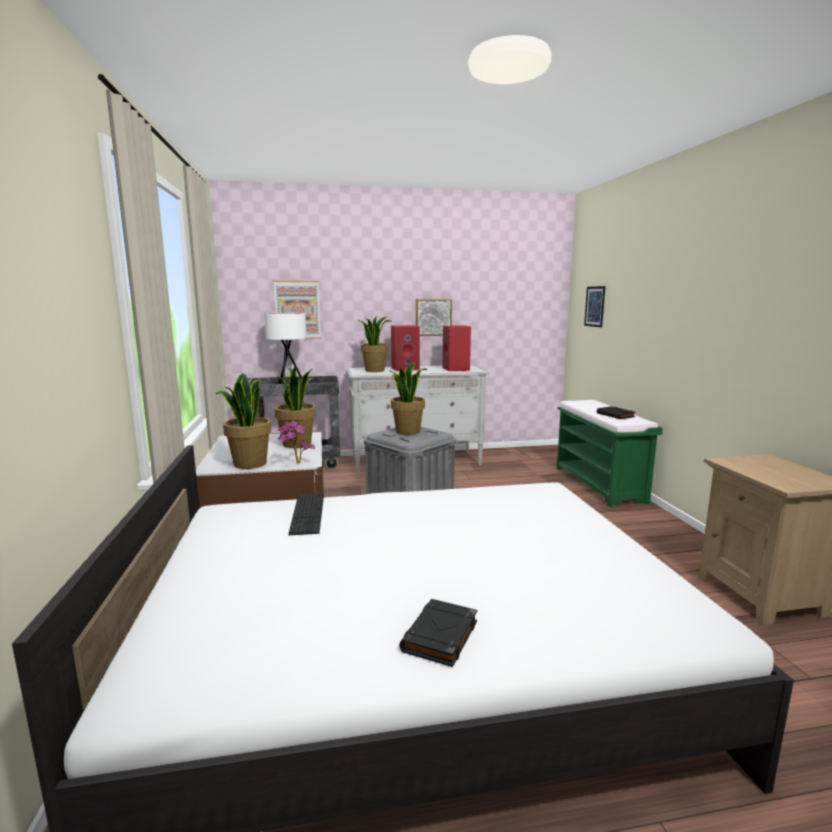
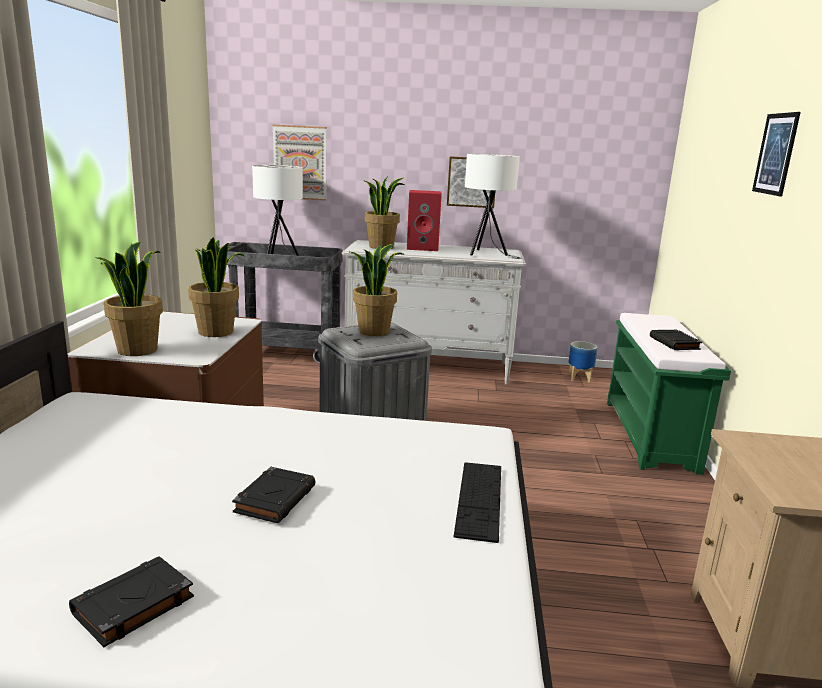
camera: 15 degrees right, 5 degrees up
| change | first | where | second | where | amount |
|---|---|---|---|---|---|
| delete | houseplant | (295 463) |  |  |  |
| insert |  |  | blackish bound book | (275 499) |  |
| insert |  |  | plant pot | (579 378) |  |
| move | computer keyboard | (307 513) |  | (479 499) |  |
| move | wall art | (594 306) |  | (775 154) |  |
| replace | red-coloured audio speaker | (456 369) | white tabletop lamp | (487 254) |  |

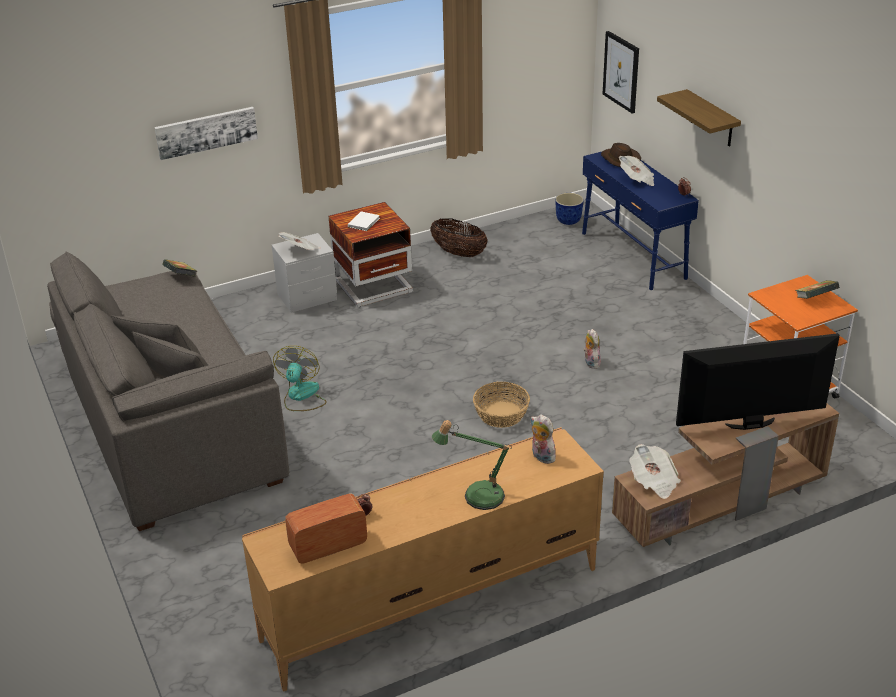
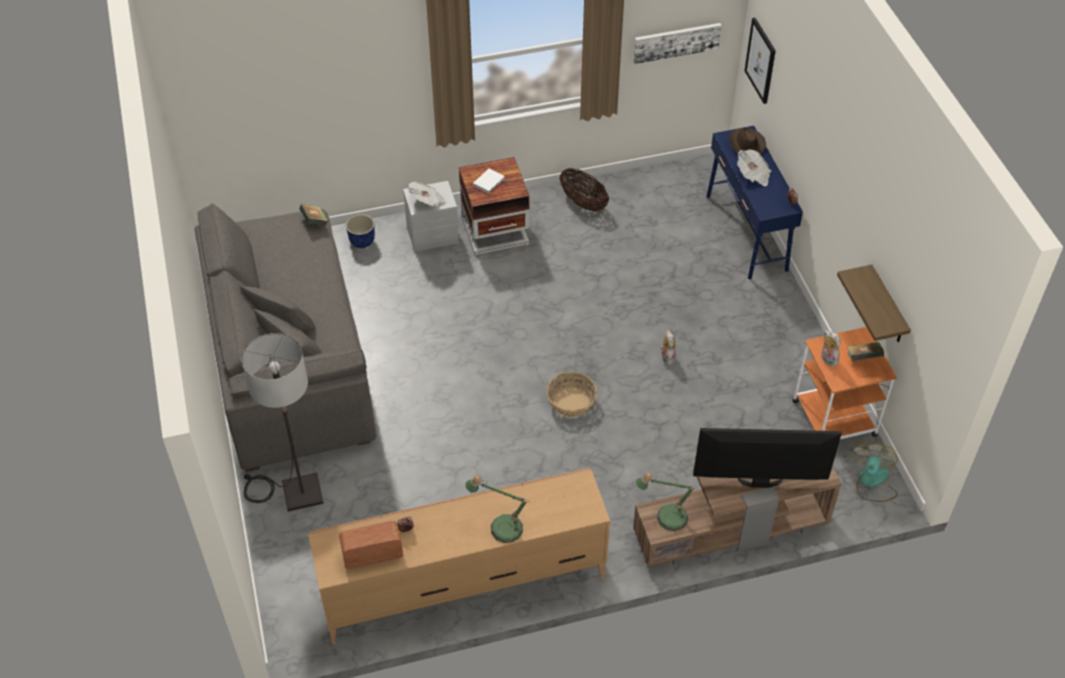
camera: 10 degrees right, 15 degrees up
| change | first | where | second | where | amount |
|---|---|---|---|---|---|
| insert |  |  | standing lamp | (290 492) |  |
| move | wall art | (206 132) |  | (676 42) |  |
| move | electric fan | (301 396) |  | (872 482) |  |
| move | cuddly toy | (541 457) |  | (827 359) |  |
| move | plant pot | (569 221) |  | (362 242) |  |
| move | shelf | (712 119) |  | (888 307) |  |
| replace | printed paper | (654 482) | tabletop lamp | (666 516) |  |

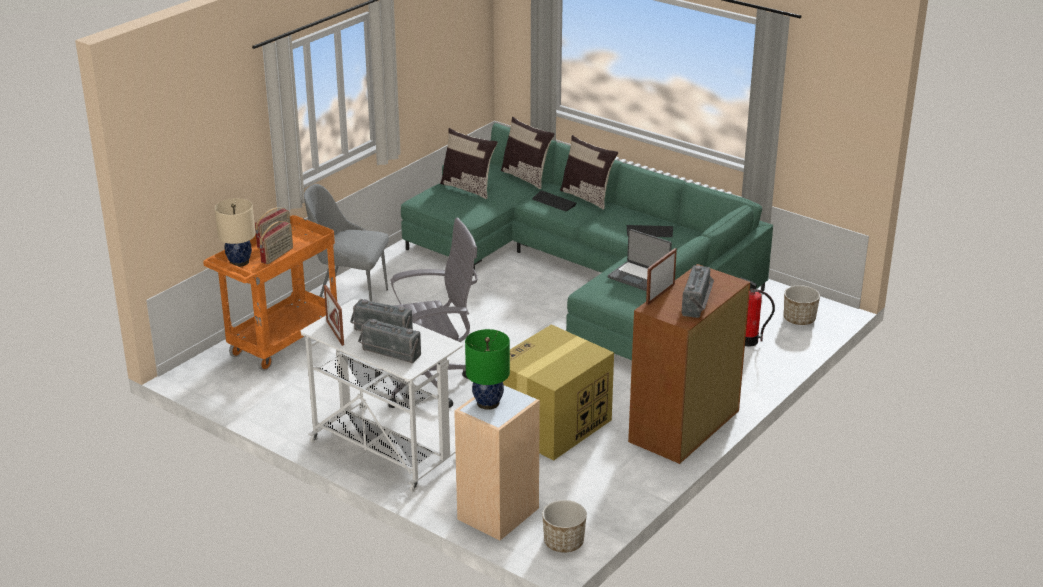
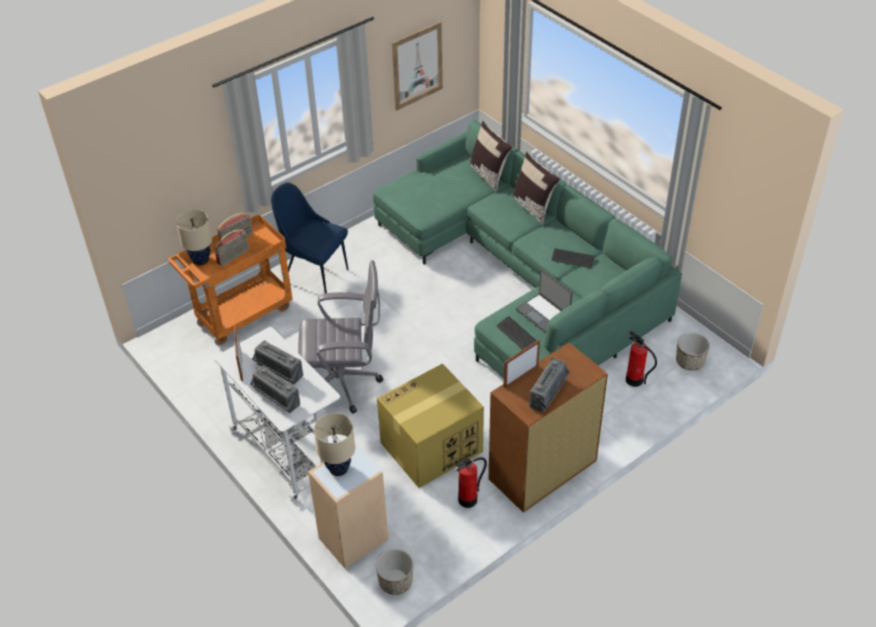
camera: 15 degrees right, 15 degrees up
| change | first | where | second | where | amount |
|---|---|---|---|---|---|
| delete | cushion | (468 188) |  |  |  |
| insert |  |  | wall art | (417 66) |  |
| insert |  |  | fire-fighting cylinder | (468 500) |  |
| move | computer keyboard | (554 202) |  | (516 334) |  |
| recolor | grey plain chair | (351 299) | bluish plain chair | (315 276) |  |
| recolor | green-coloured tabletop lamp | (488 403) | beige-coloured tabletop lamp | (338 468) |  |

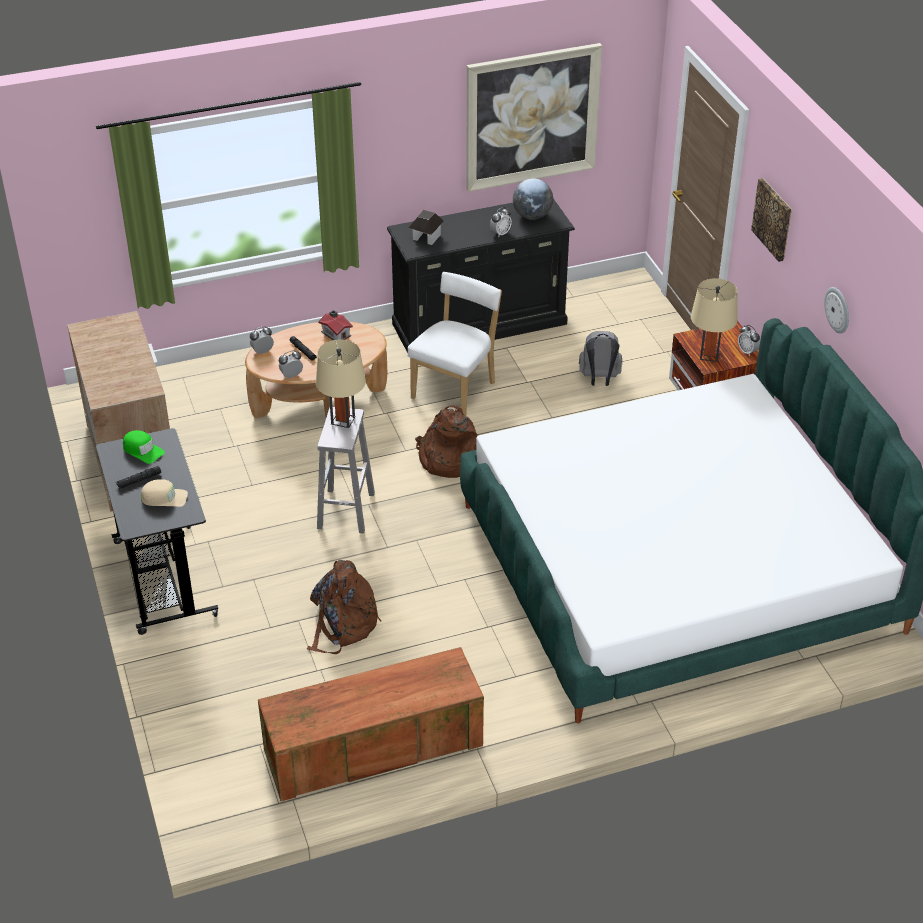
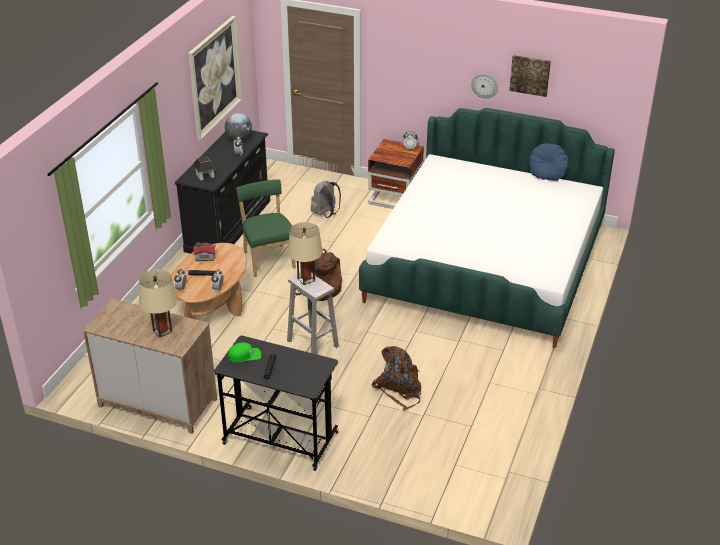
camera: 50 degrees left, 5 degrees down
| change | first | where | second | where | amount |
|---|---|---|---|---|---|
| delete | beige-coloured baseball cap | (164 498) |  |  |  |
| delete | brownish indoor bench | (372 749) |  |  |  |
| insert |  |  | bluish cushion | (546 177) |  |
| move | beige-coloured tabletop lamp | (709 355) |  | (162 331) |  |
| move | wall art | (773 219) |  | (530 75) |  |
| recolor | white plain chair | (456 389) | green-coloured plain chair | (268 259) |  |

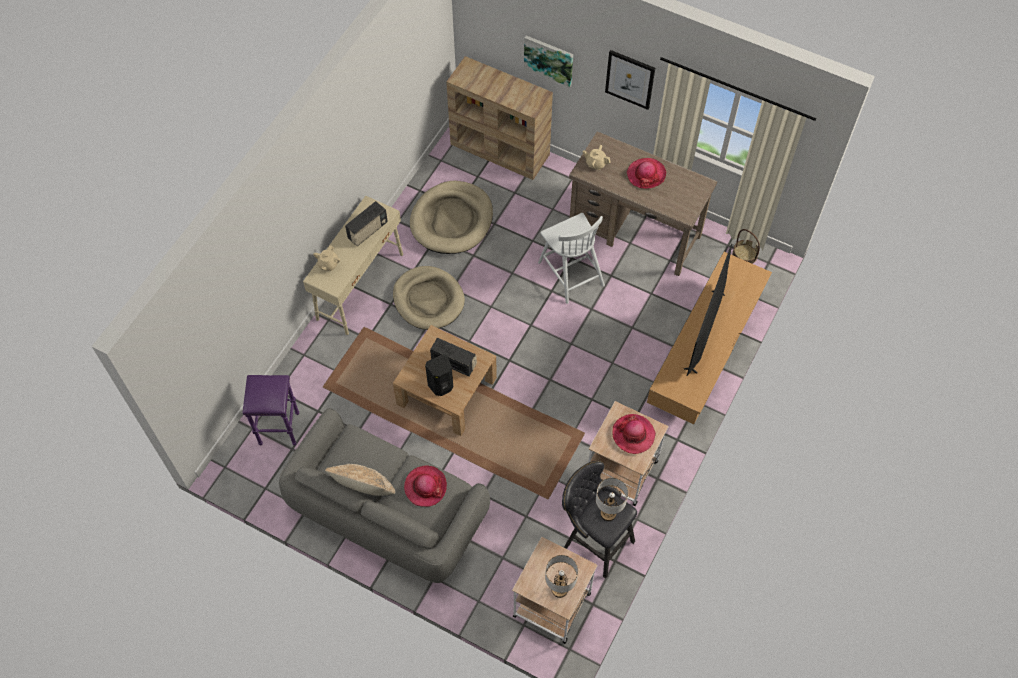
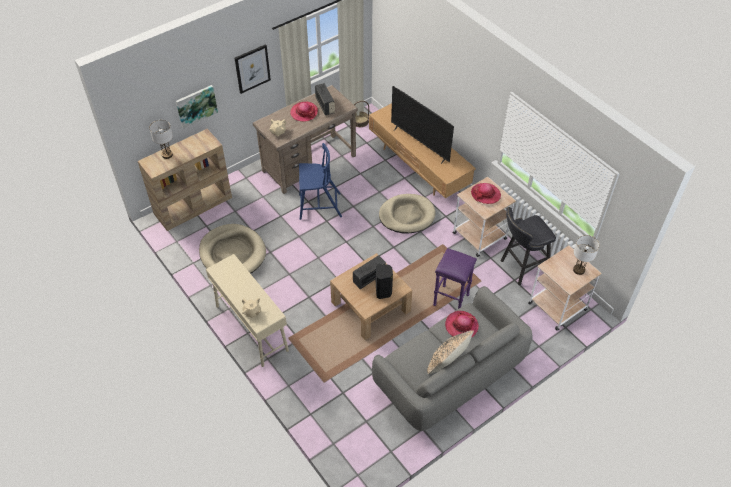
camera: 65 degrees left, 10 degrees down
| change | first | where | second | where | amount |
|---|---|---|---|---|---|
| move | purplish stool | (280 429) |  | (452 299) |  |
| move | radio receiver | (368 231) |  | (325 106) |  |
| move | beige-coloured dog cushion | (428 300) |  | (407 215) |  |
| move | tabletop lamp | (608 514) |  | (167 155) |  |
| recolor | white plain chair | (570 272) | bluish plain chair | (319 206) |  |

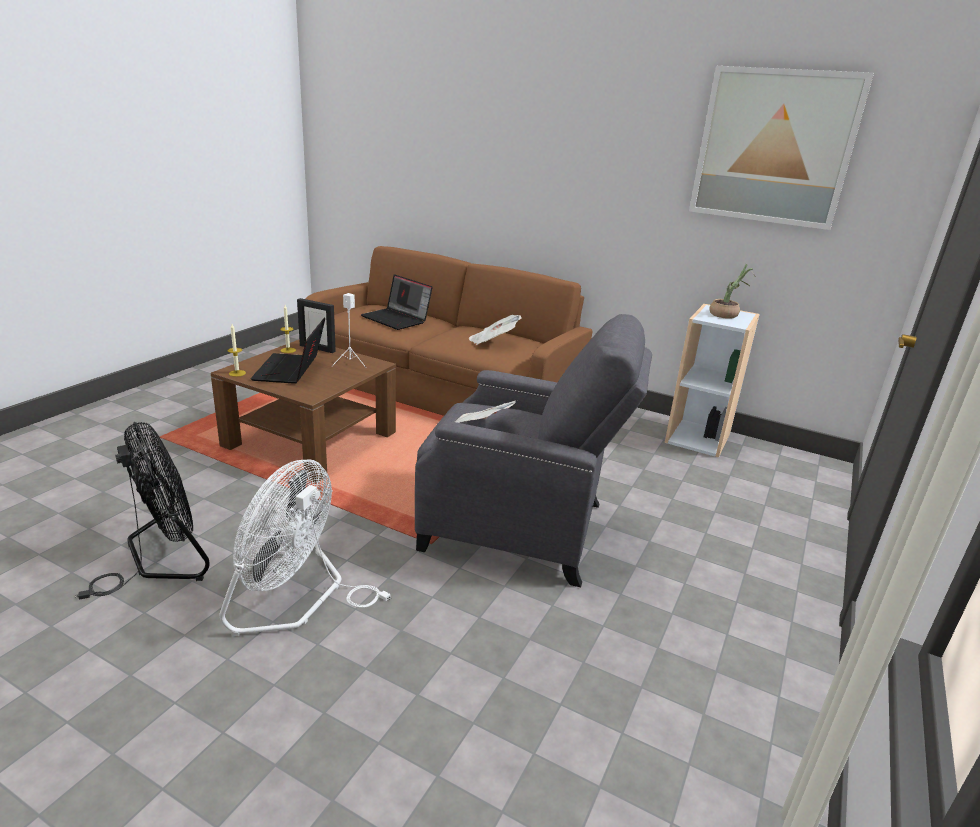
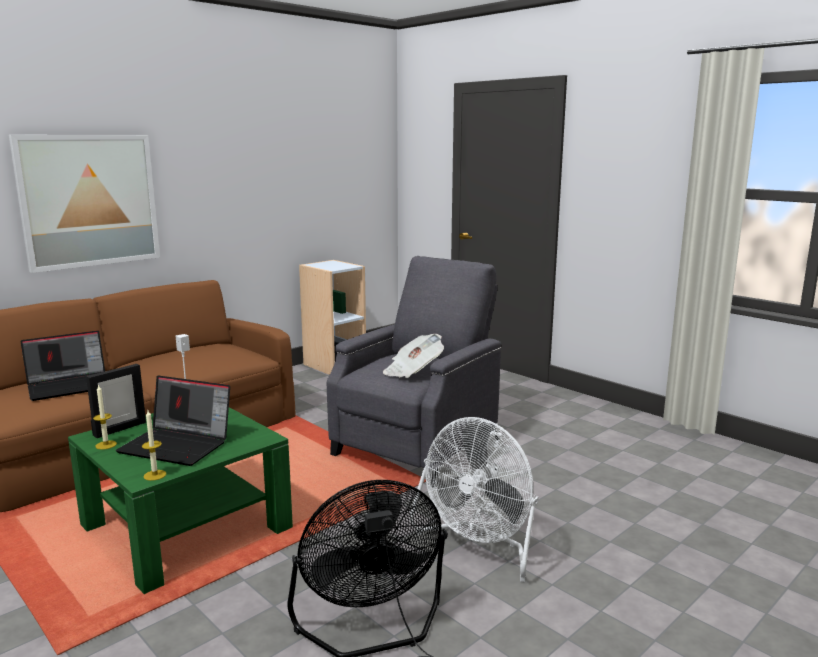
camera: 70 degrees left, 10 degrees down
| change | first | where | second | where | amount |
|---|---|---|---|---|---|
| delete | printed paper | (493 342) |  |  |  |
| delete | houseplant | (727 315) |  |  |  |
| move | wall art | (774 147) |  | (89 201) |  |
| recolor | brownish low table | (311 440) | green-coloured low table | (186 527) |  |

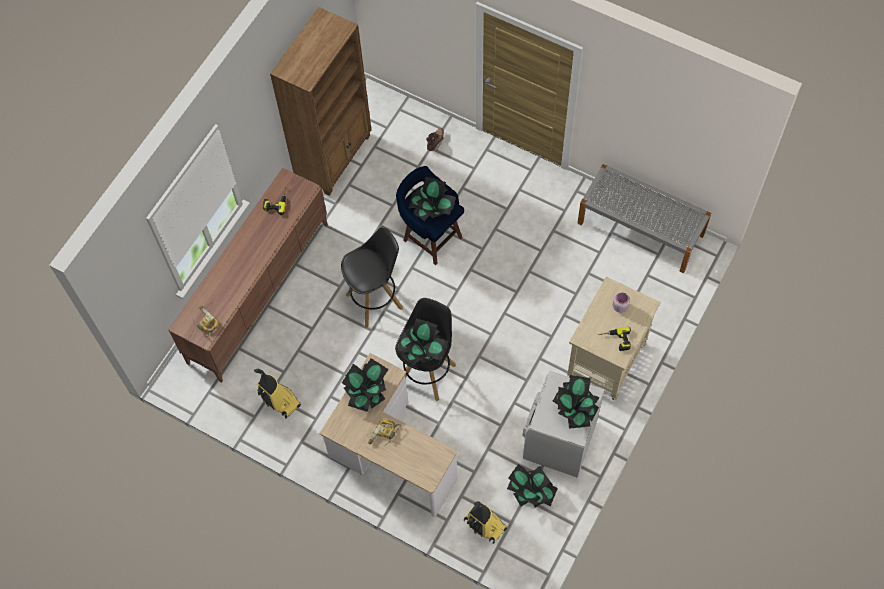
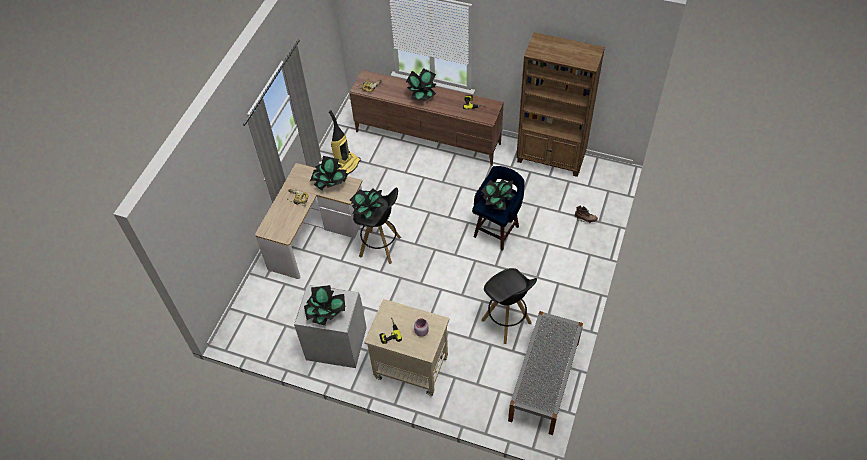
camera: 80 degrees right, 10 degrees down
| change | first | where | second | where | amount |
|---|---|---|---|---|---|
| delete | hoover | (484 525) |  |  |  |
| move | blackish stool | (375 301) |  | (506 322) |  |
| move | houseplant | (531 492) |  | (422 94) |  |

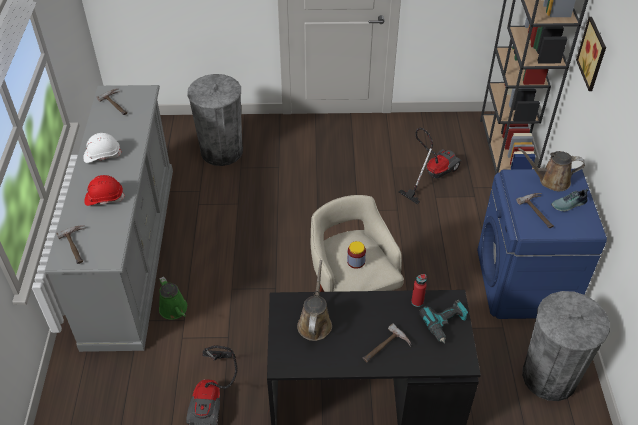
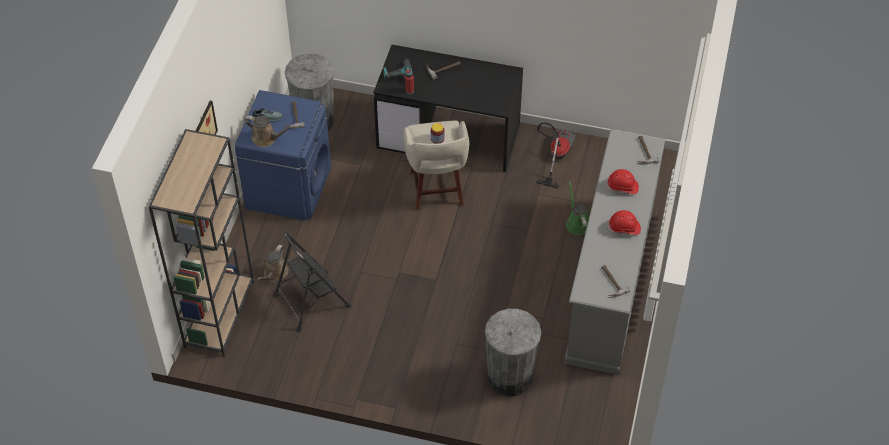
camera: 165 degrees left, 5 degrees up
| change | first | where | second | where | amount |
|---|---|---|---|---|---|
| move | brownish watering can | (315 322) |  | (274 274) |  |
| replace | hoover | (432 175) | blackish stepladder | (310 301) |  |
| recolor | white safety helmet | (102 155) | red-coloured safety helmet | (624 228) |  |

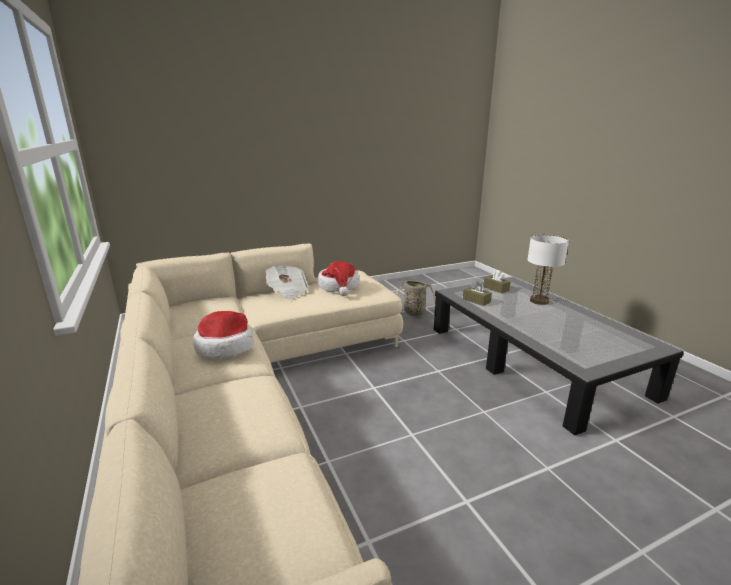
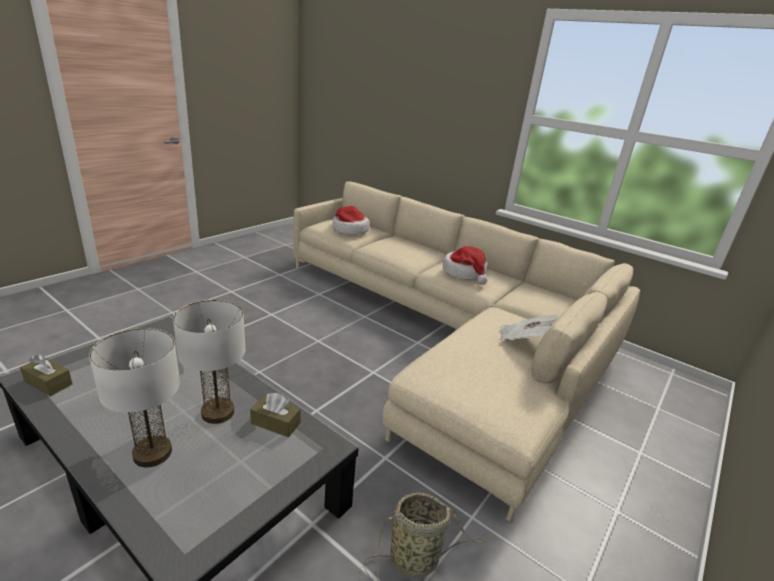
camera: 150 degrees right, 5 degrees up
| change | first | where | second | where | amount |
|---|---|---|---|---|---|
| insert |  |  | tabletop lamp | (217 412) |  |
| move | wearable hat | (339 287) |  | (349 230) |  |
| move | brownish box of tissues | (496 288) |  | (48 383) |  |

